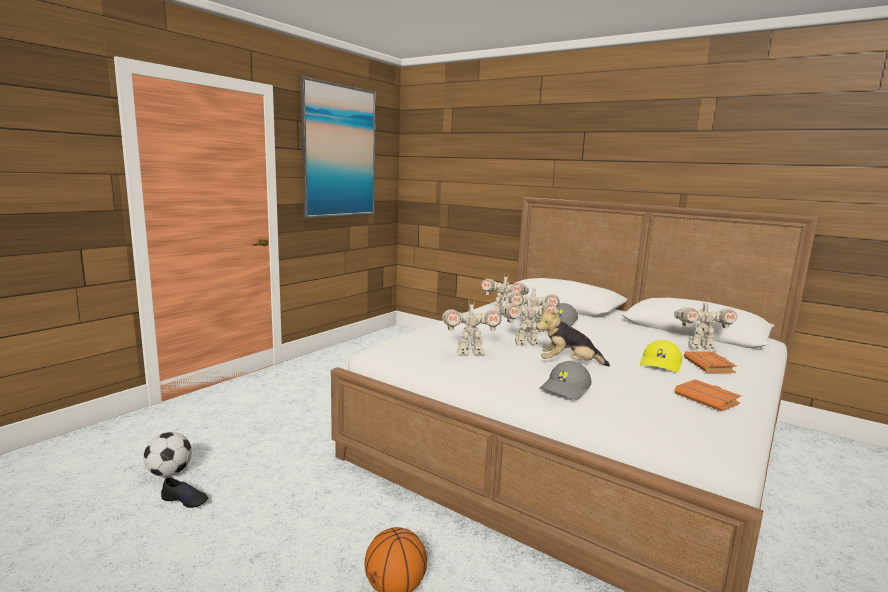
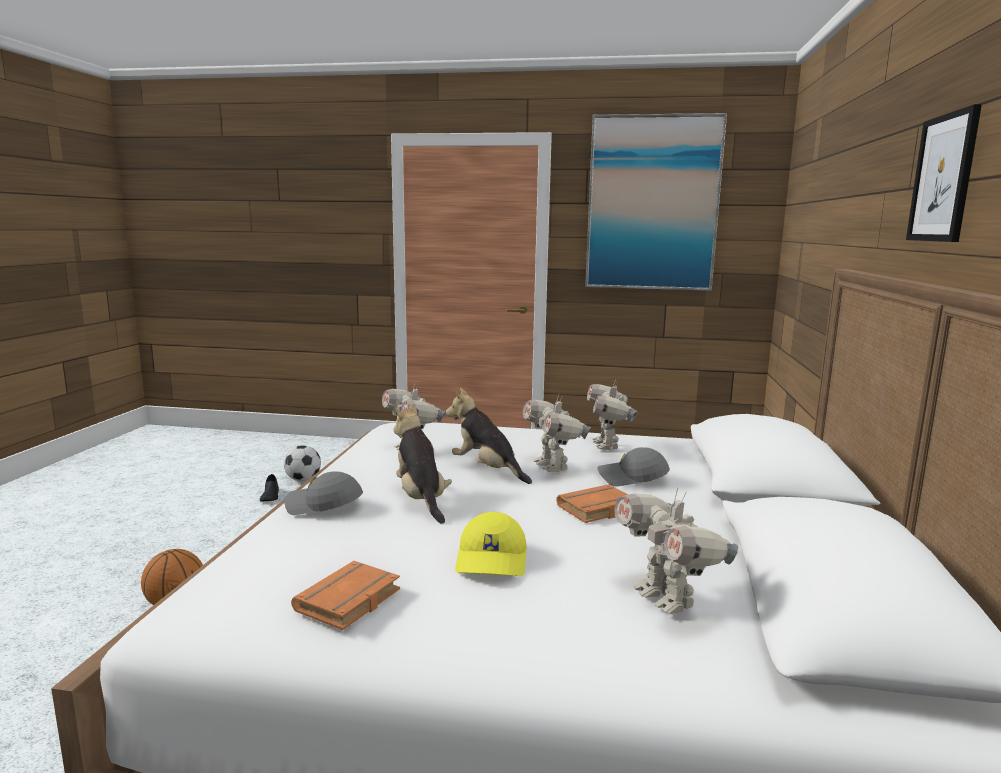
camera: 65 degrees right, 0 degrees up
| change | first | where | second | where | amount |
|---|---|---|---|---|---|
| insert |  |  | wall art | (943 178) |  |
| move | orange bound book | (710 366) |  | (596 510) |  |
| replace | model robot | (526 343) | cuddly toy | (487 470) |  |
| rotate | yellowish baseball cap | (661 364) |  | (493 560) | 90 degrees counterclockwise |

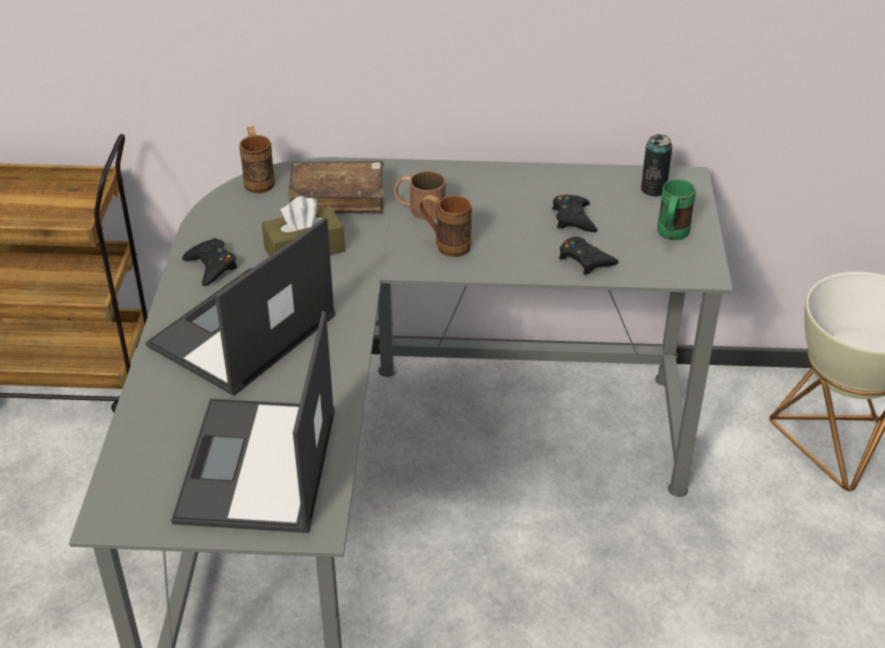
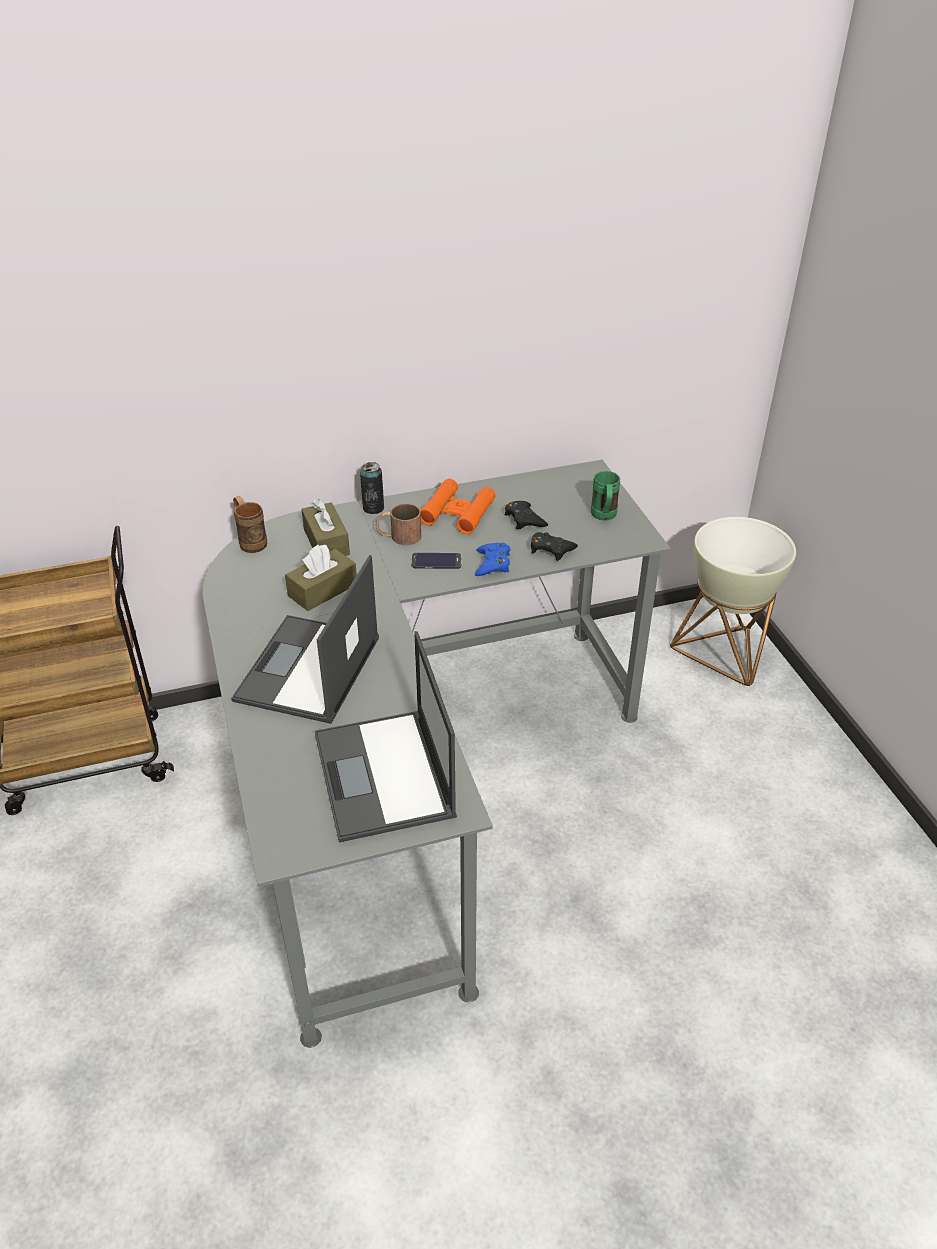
camera: 20 degrees left, 0 degrees up
| change | first | where | second | where | amount |
|---|---|---|---|---|---|
| delete | blackish gamepad | (211 266) |  |  |  |
| insert |  |  | orange pair of binoculars | (457 513) |  |
| insert |  |  | bluish gamepad | (492 563) |  |
| move | sealed can | (653 189) |  | (373 508) |  |
| replace | brownish bound book | (337 197) | brownish box of tissues | (326 542) |  |
| replace | brownish mug | (445 245) | handset | (436 561) |  |

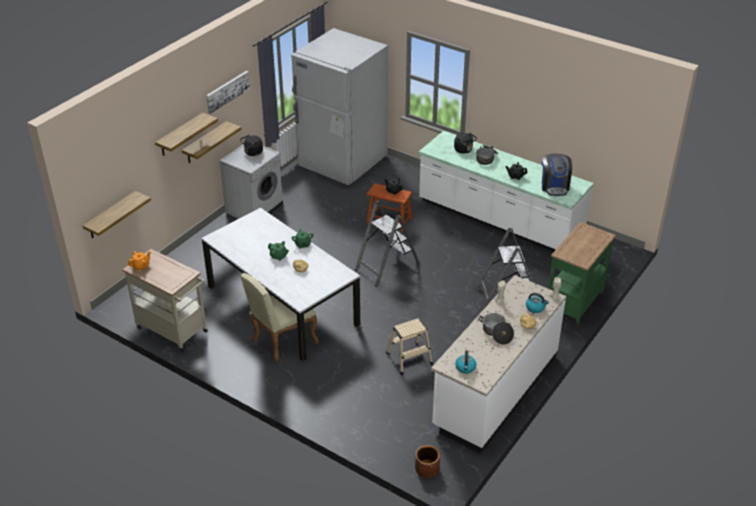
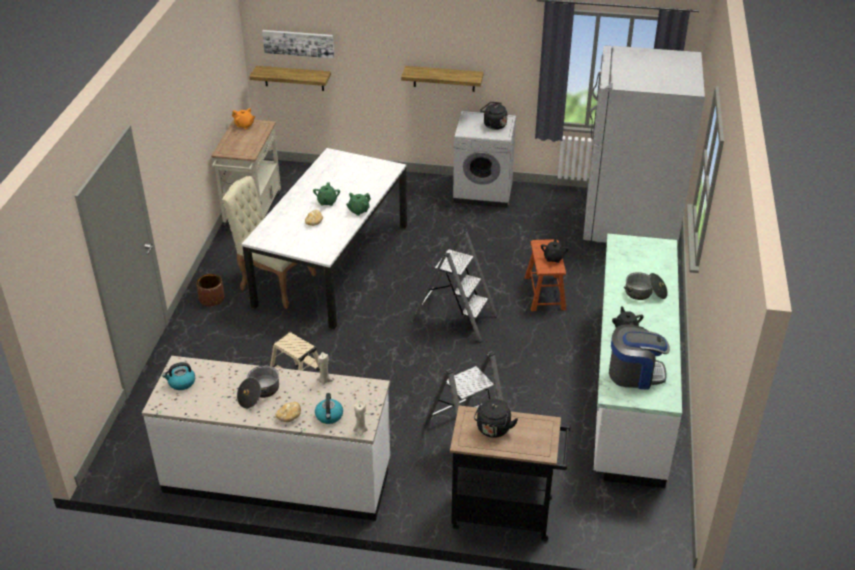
camera: 65 degrees right, 0 degrees up
| change | first | where | second | where | amount |
|---|---|---|---|---|---|
| delete | shelf | (180 135) |  |  |  |
| move | wall art | (227 91) |  | (298 43) |  |
| move | brownish plant pot | (427 468) |  | (212 299) |  |
| move | blackish tea kettle | (464 150) |  | (493 430) |  |
| recolor | green-coloured wheeled cart | (575 301) | blackish wheeled cart | (505 514) |  |
| rotate | coffee maker | (554 186) |  | (635 374) | 150 degrees counterclockwise |

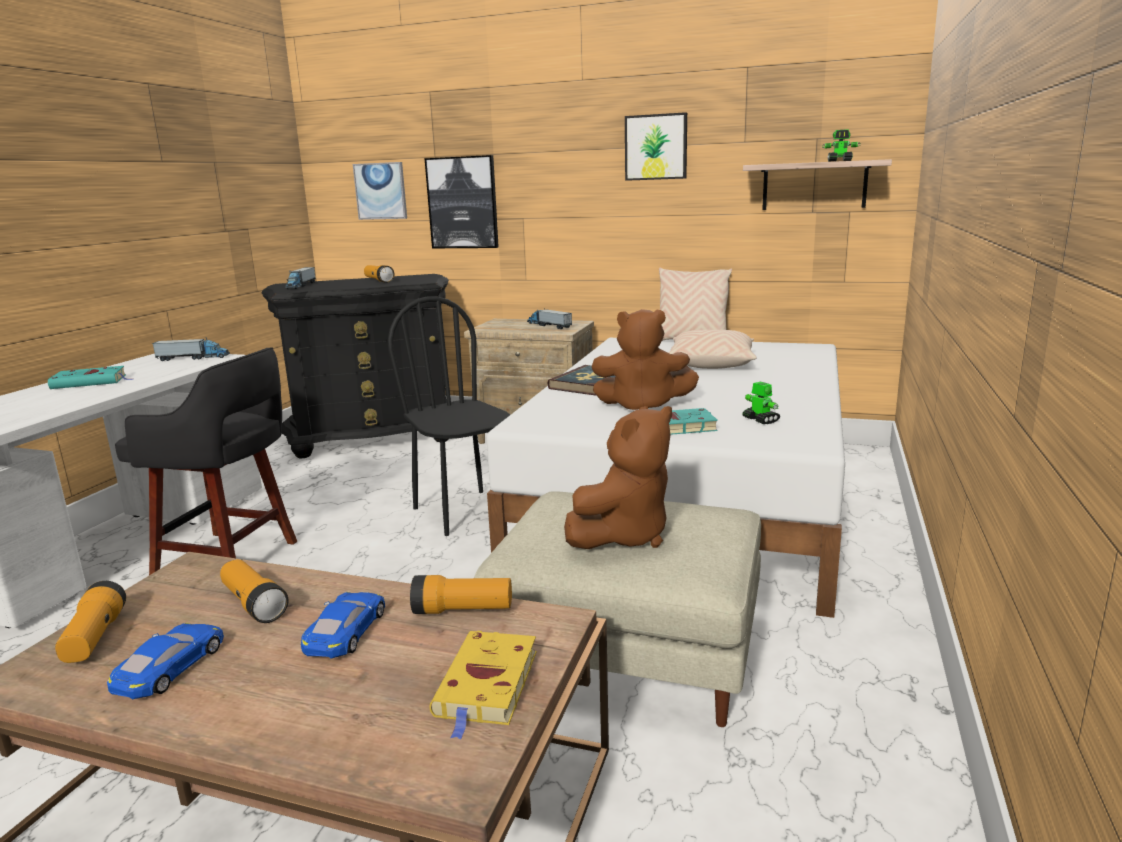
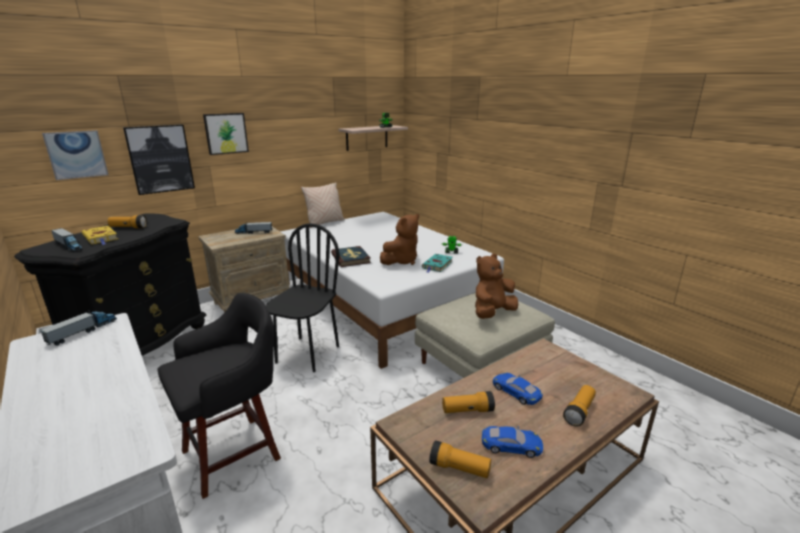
camera: 55 degrees left, 5 degrees up
| change | first | where | second | where | amount |
|---|---|---|---|---|---|
| delete | blue-green bound book | (91 382) |  |  |  |
| delete | beige-coloured cushion | (710 364) |  |  |  |
| move | flashlight | (463 610) |  | (579 411) |  |
| move | yellowish bound book | (487 686) |  | (101 238) |  |
| move | wall art | (656 147) |  | (226 133) |  |
| rotate | bluish miniature car | (170 667) |  | (511 445) | 135 degrees clockwise |
| rotate | blackish plain chair | (464 512) |  | (307 354) | 105 degrees clockwise |
| rotate | brownish cuddly toy | (624 535) |  | (492 313) | 120 degrees counterclockwise |

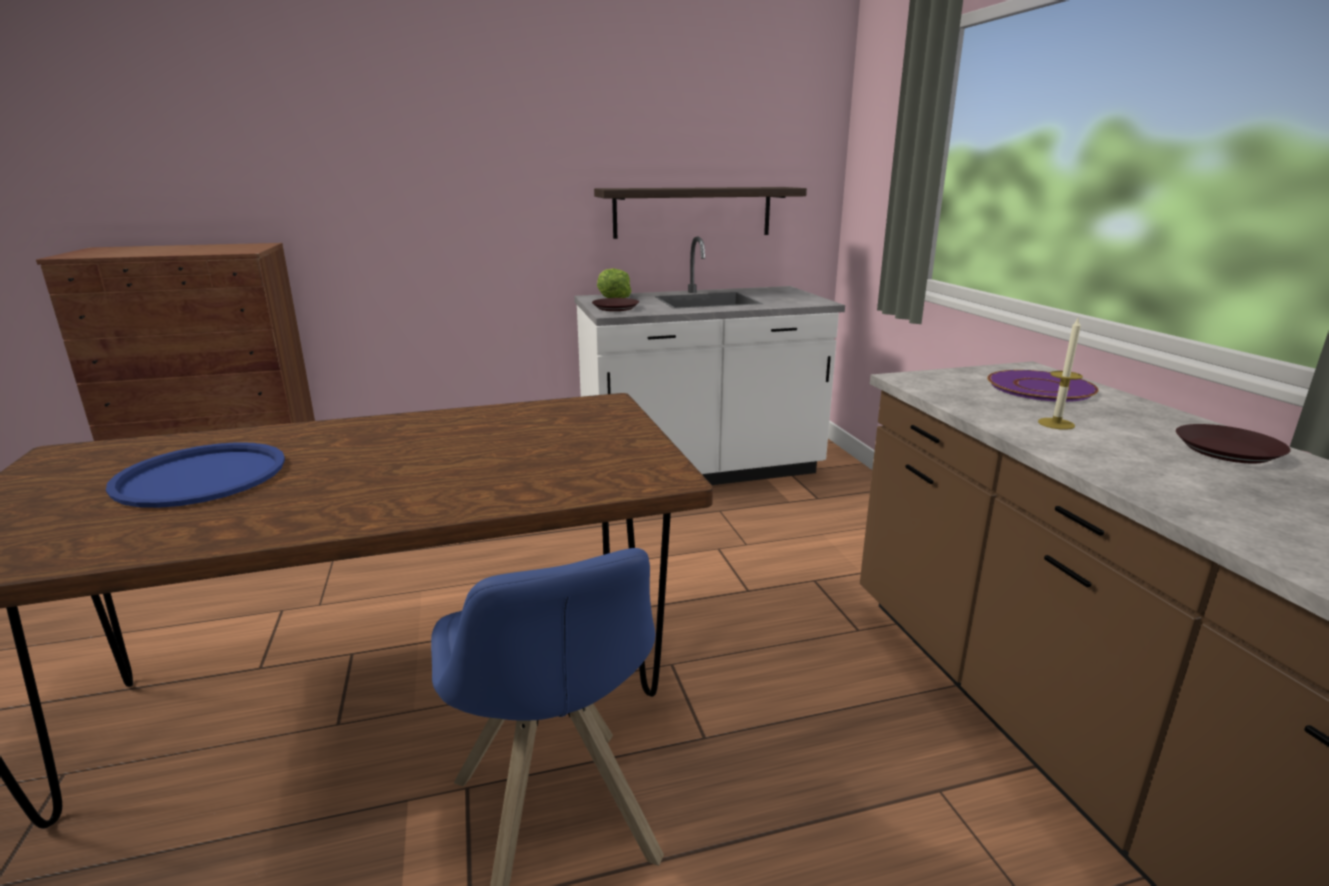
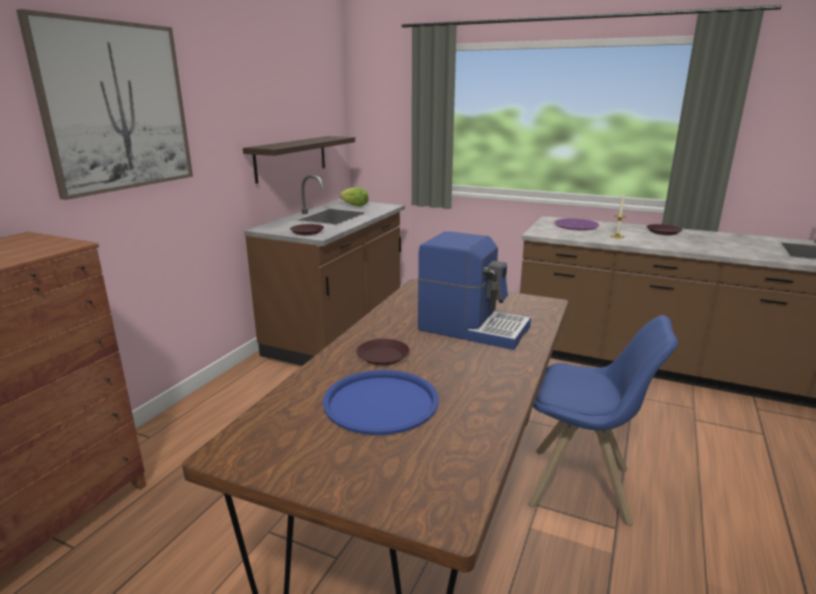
camera: 50 degrees left, 0 degrees up
| change | first | where | second | where | amount |
|---|---|---|---|---|---|
| insert |  |  | wall art | (117 107) |  |
| insert |  |  | brownish flat dish | (382 356) |  |
| insert |  |  | coffee maker | (473 328) |  |
| move | head of lettuce | (613 297) |  | (354 205) |  |
| recolor | white counter | (701 472) | brownish counter | (338 331) |  |

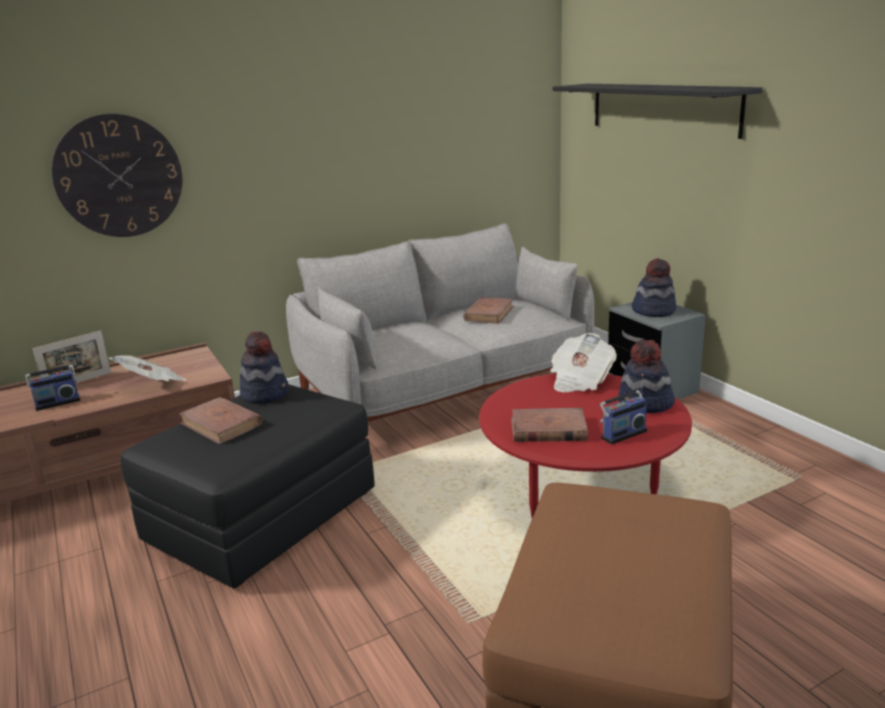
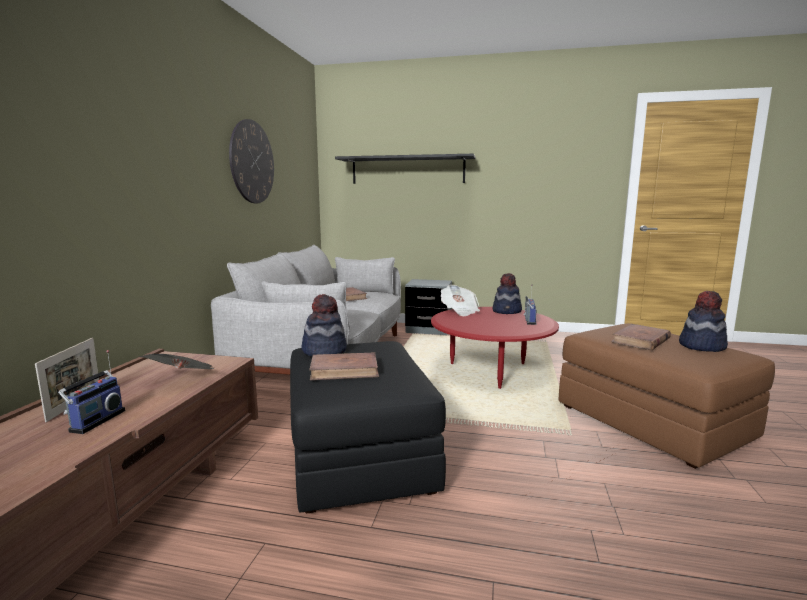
camera: 50 degrees left, 10 degrees down
| change | first | where | second | where | amount |
|---|---|---|---|---|---|
| move | wall clock | (119 176) |  | (252 162) |  |
| move | brownish bound book | (548 430) |  | (641 340) |  |
| move | wearable hat | (653 311) |  | (701 346) |  |

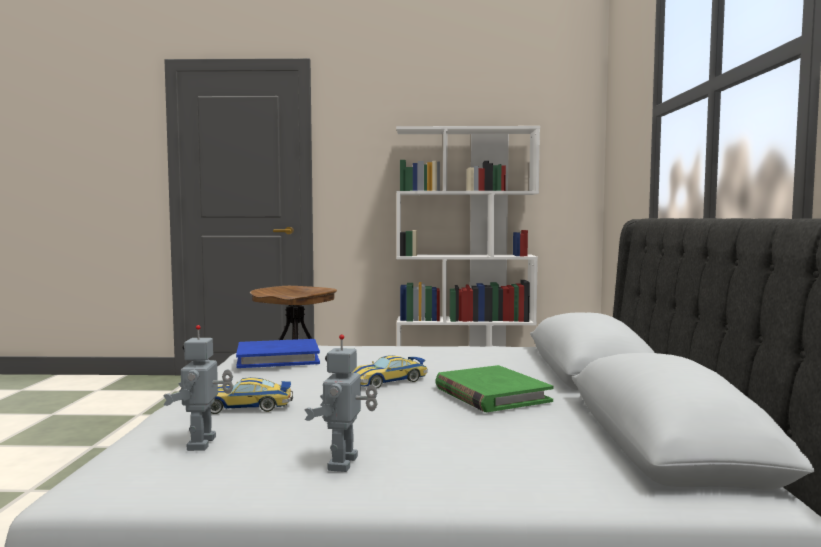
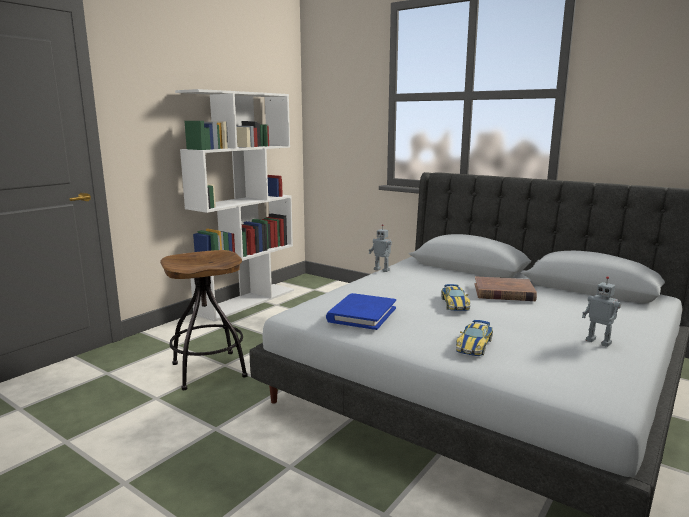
camera: 55 degrees left, 10 degrees up
| change | first | where | second | where | amount |
|---|---|---|---|---|---|
| move | model robot | (204 444) |  | (382 270) |  |
| recolor | green-coloured bound book | (491 394) | brownish bound book | (503 292) |  |

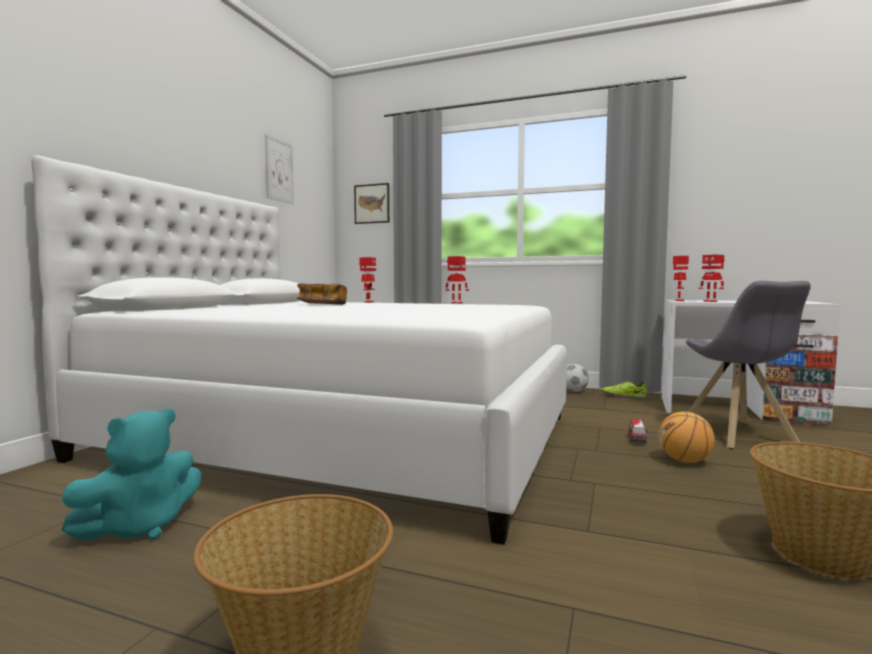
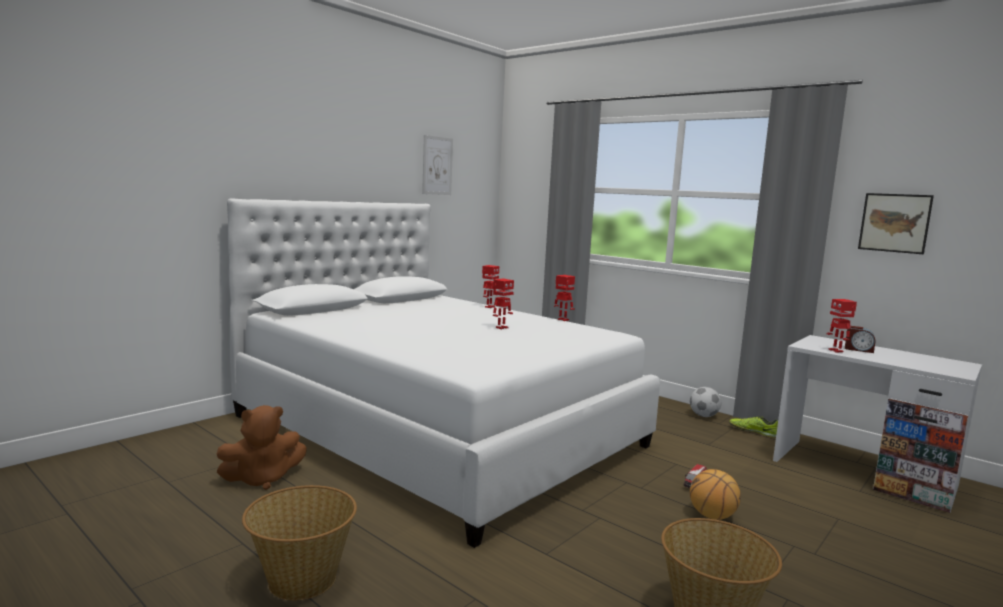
camera: 20 degrees right, 5 degrees up
| change | first | where | second | where | amount |
|---|---|---|---|---|---|
| delete | bound book | (322 305) |  |  |  |
| delete | grey plain chair | (737 435) |  |  |  |
| insert |  |  | table clock | (858 349) |  |
| move | wall art | (372 203) |  | (894 223) |  |
| move | model robot | (679 300) |  | (501 327) |  |
| recolor | blue-green cuddly toy | (140 527) | brownish cuddly toy | (262 479) |  |

